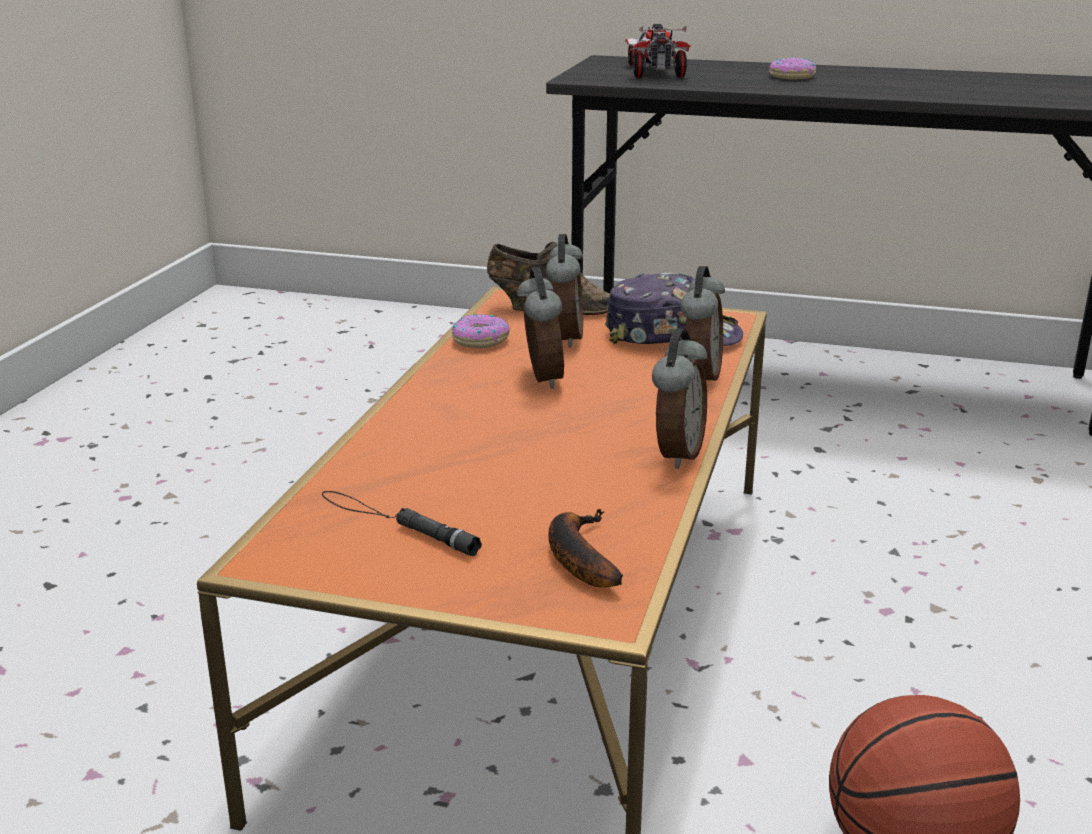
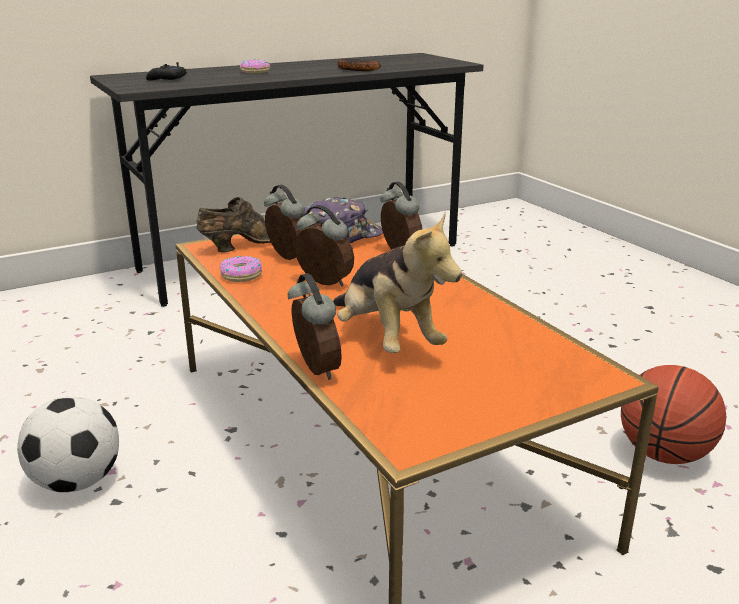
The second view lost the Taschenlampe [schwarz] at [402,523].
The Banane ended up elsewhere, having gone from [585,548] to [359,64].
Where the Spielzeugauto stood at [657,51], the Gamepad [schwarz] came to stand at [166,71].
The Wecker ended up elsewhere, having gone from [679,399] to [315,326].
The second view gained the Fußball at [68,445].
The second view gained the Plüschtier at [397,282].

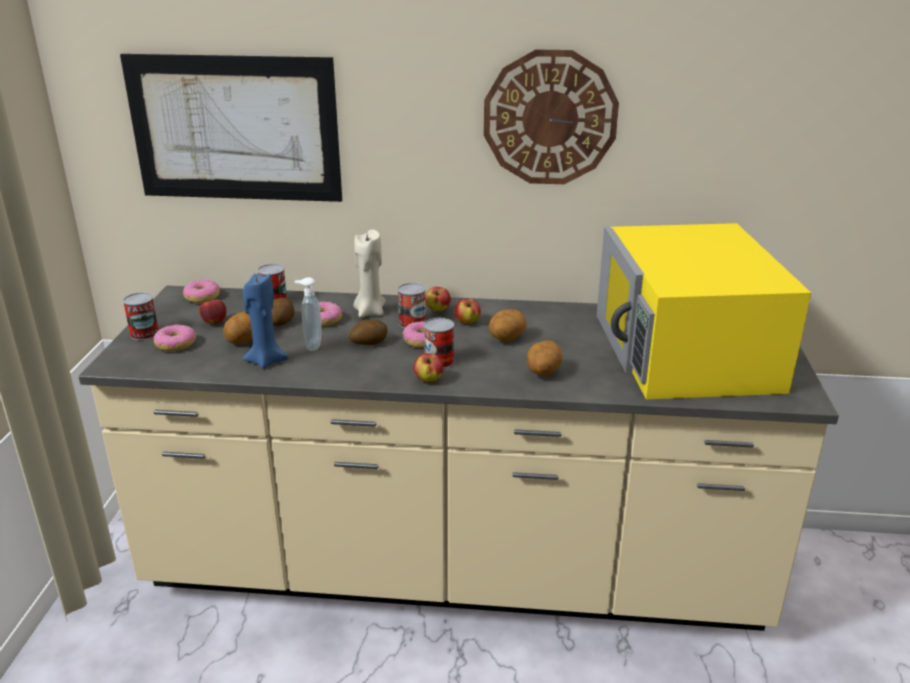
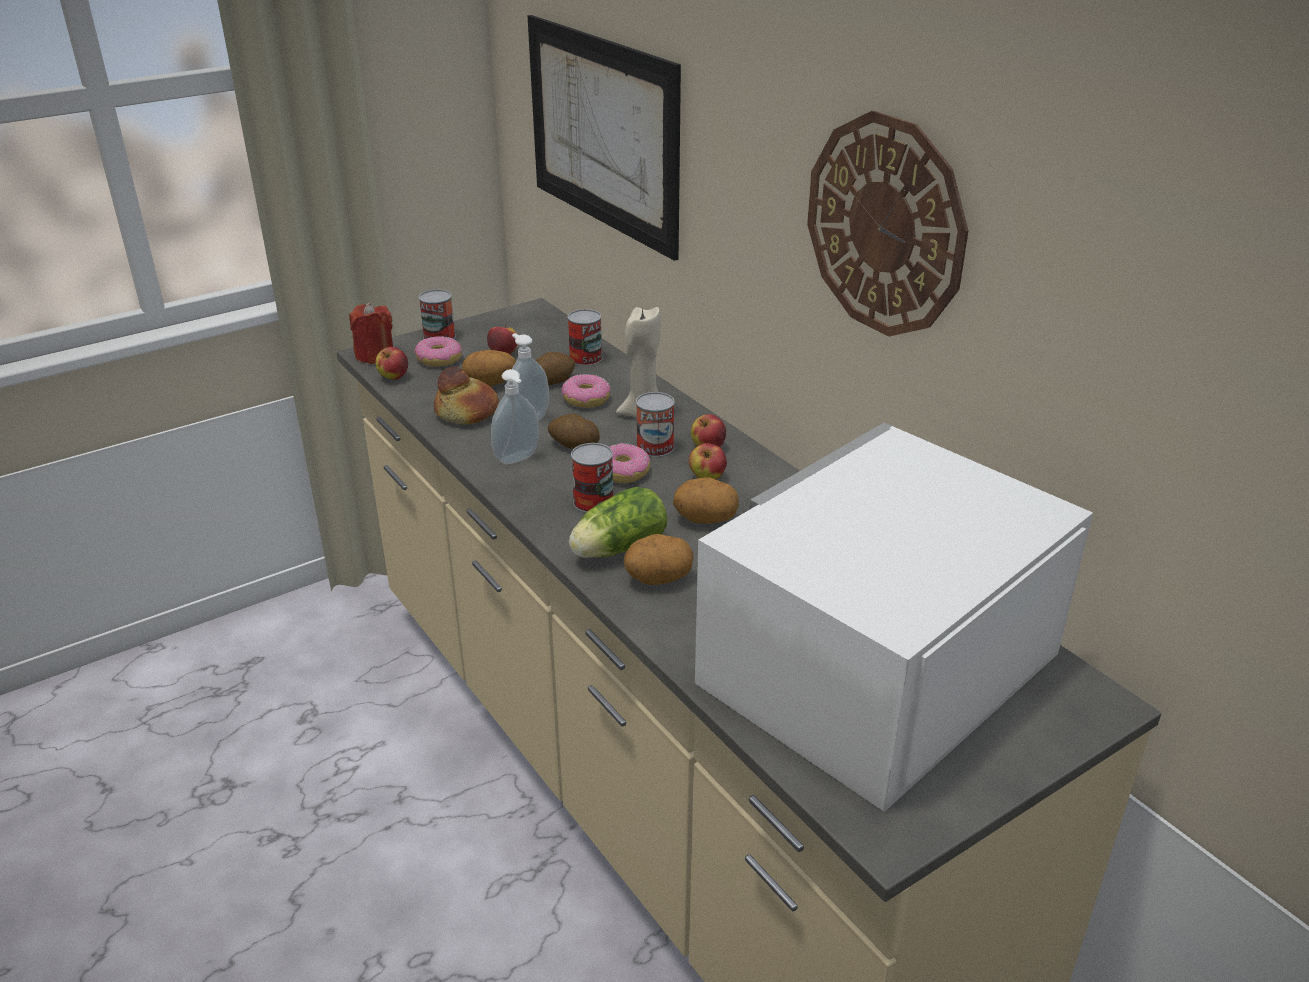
The second view lost the Donut at [201,291].
Where the Kerze [blau] stood at [266,321], the Brot came to stand at [466,396].
The Apfel ended up elsewhere, having gone from [428,367] to [392,363].
What was the Mikrowelle [gelb] at [703,311] turned into the Mikrowelle [weiß] at [894,617].
The second view gained the Kerze [rot] at [371,333].
The second view gained the Seifenspender at [515,416].
The second view gained the Salatkopf at [618,522].

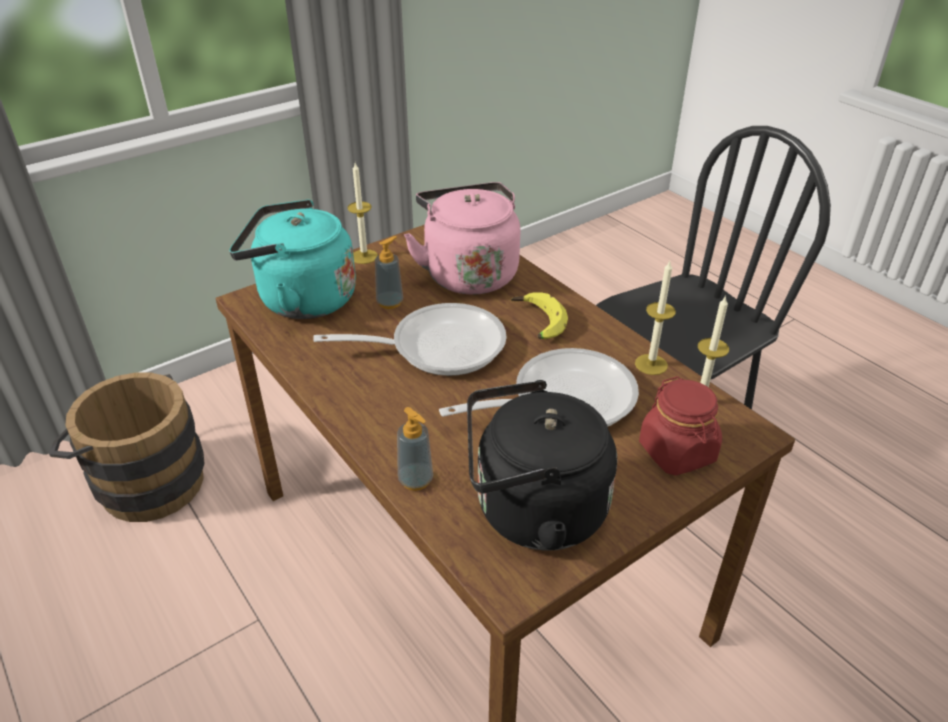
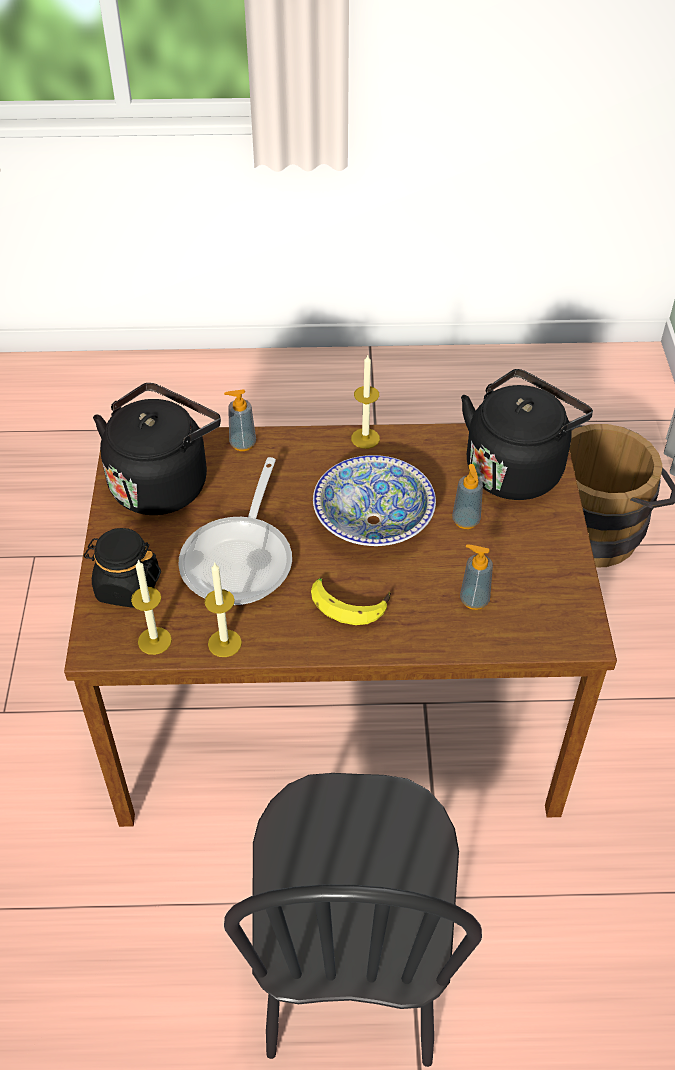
What was the Wasserkessel [türkis] at [292,259] turned into the Wasserkessel [schwarz] at [527,434].
Where the Pfanne stood at [410,339], the Schüssel came to stand at [374,500].
The Kerze ended up elsewhere, having gone from [362,213] to [365,401].
Where the Wasserkessel [rosa] stood at [462,238], the Seifenspender came to stand at [476,577].
What was the Vorratsglas [rot] at [680,425] turned into the Vorratsglas [schwarz] at [122,568].

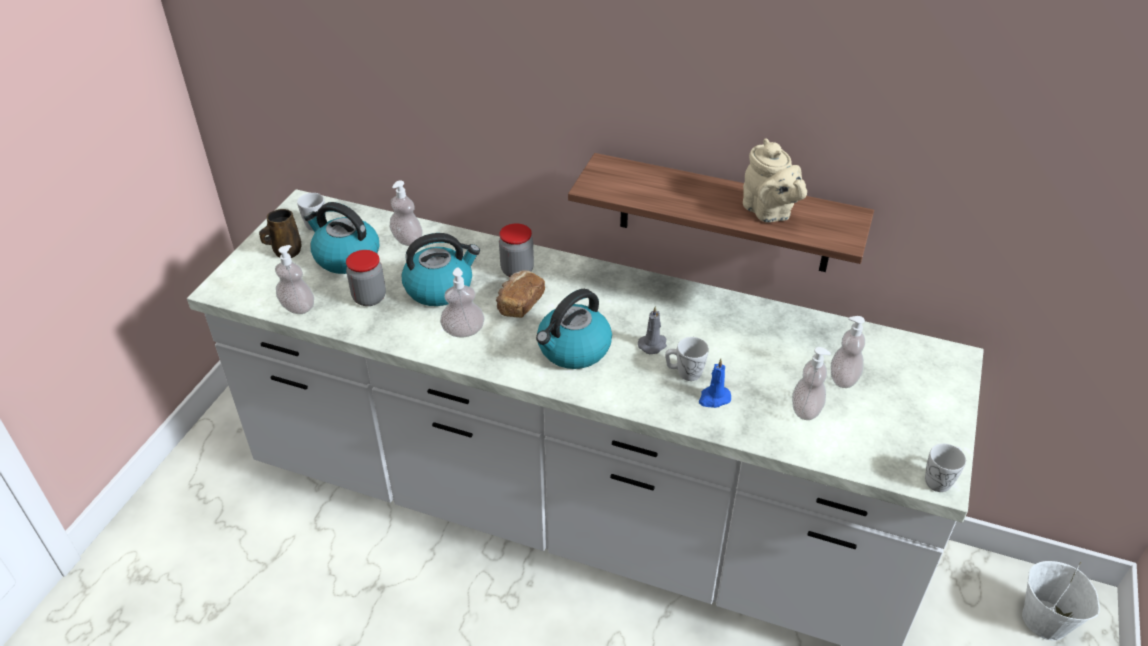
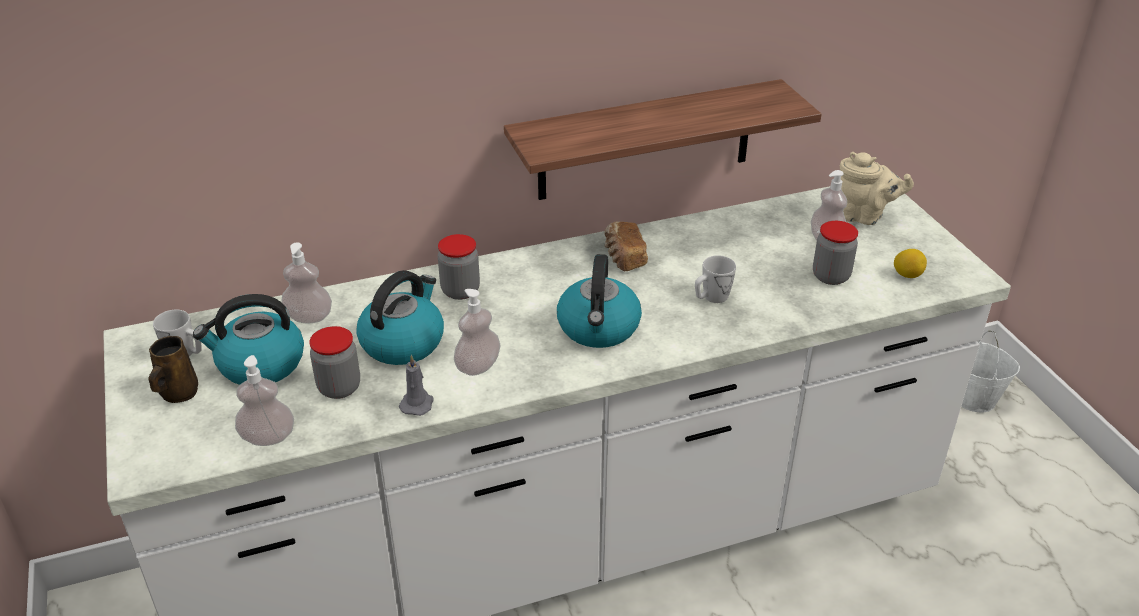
The Brot ended up elsewhere, having gone from [520,294] to [626,247].
The Kerze [grau] ended up elsewhere, having gone from [652,330] to [416,385].
The second view lost the Kerze [blau] at [715,383].
The Teekanne [beige] ended up elsewhere, having gone from [775,180] to [877,188].
Where the Seifenspender stood at [811,383], the Vorratsglas came to stand at [835,253].
The second view lost the Henkelbecher [weiß] at [945,467].
The second view gained the Zitrone at [910,263].

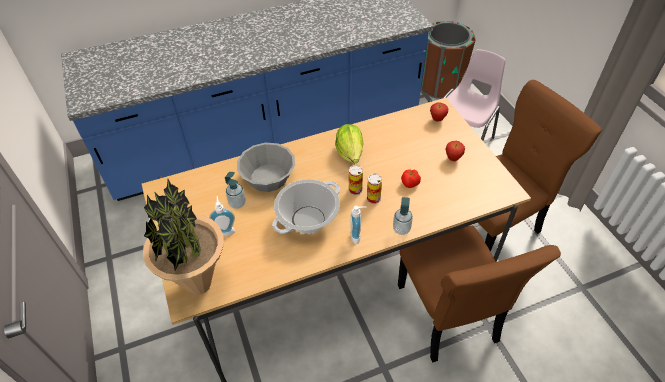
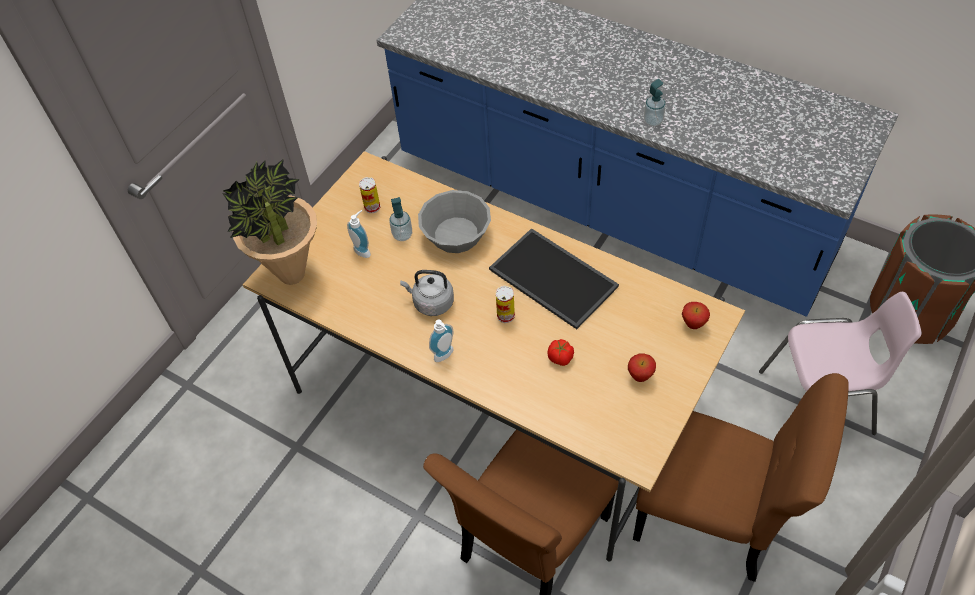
Where the Kochtopf stood at [306,206], the Wasserkessel [grau] came to stand at [427,293].
Where the Salatkopf stood at [349,143], the Tablett came to stand at [554,278].
The Dose ended up elsewhere, having gone from [374,189] to [369,195].
The Seifenspender ended up elsewhere, having gone from [403,216] to [655,102].

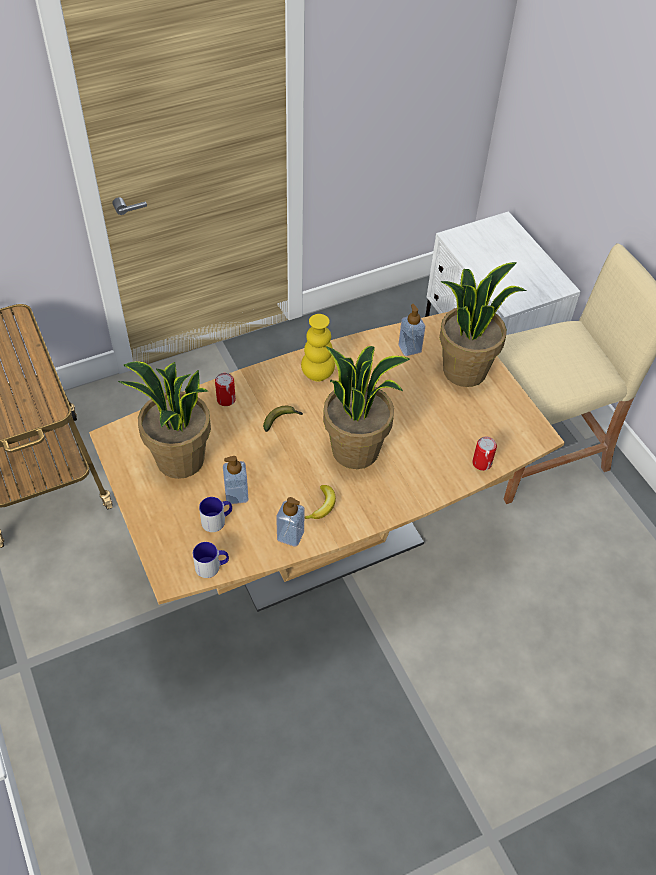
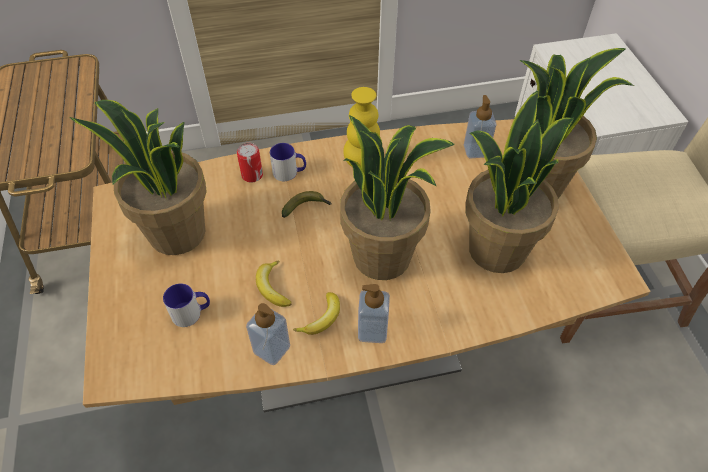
The Henkelbecher ended up elsewhere, having gone from [211,560] to [288,162].
The Seifenspender ended up elsewhere, having gone from [236,480] to [374,313].
The second view lost the Dose at [484,454].
The second view gained the Banane at [274,284].
The second view gained the Topfpflanze at [519,182].

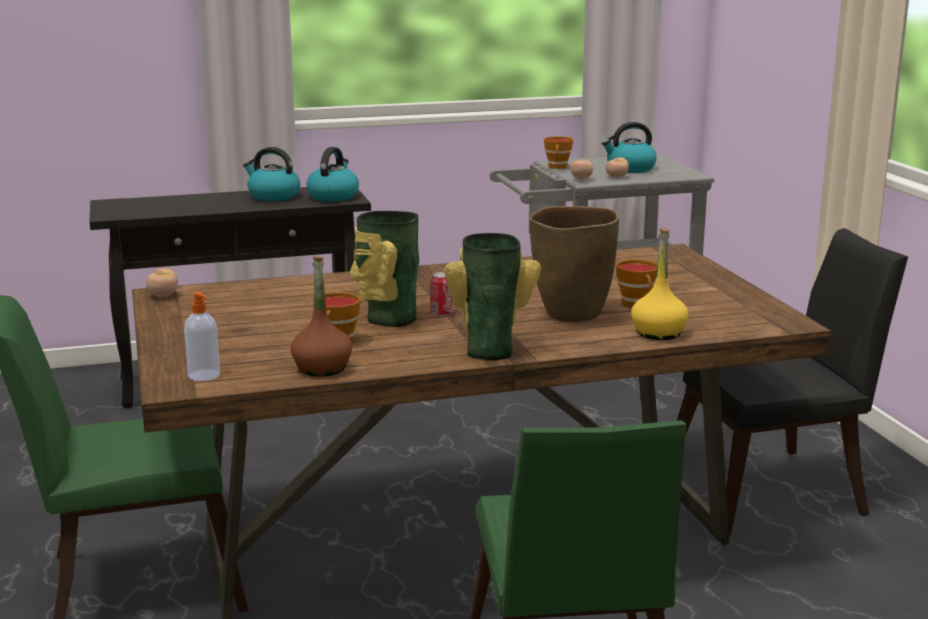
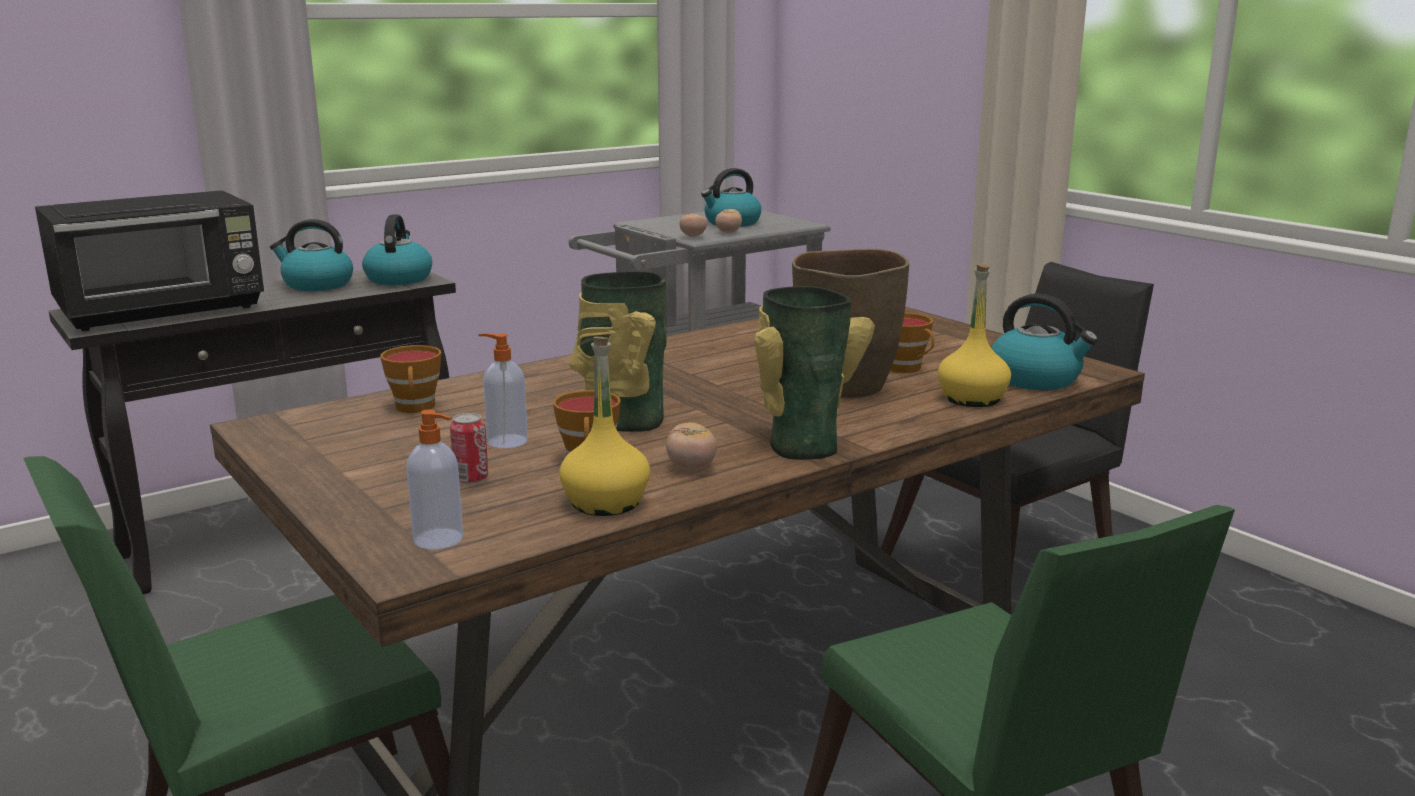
The Tomate ended up elsewhere, having gone from [162,282] to [691,446].
What was the Flasche [braun] at [321,316] turned into the Flasche [gelb] at [605,426].
The Dose ended up elsewhere, having gone from [441,294] to [469,448].
The Tasse ended up elsewhere, having gone from [558,152] to [410,379].
The second view gained the Mikrowelle [schwarz] at [149,260].
The second view gained the Seifenspender at [503,390].
The second view gained the Wasserkessel at [1044,342].

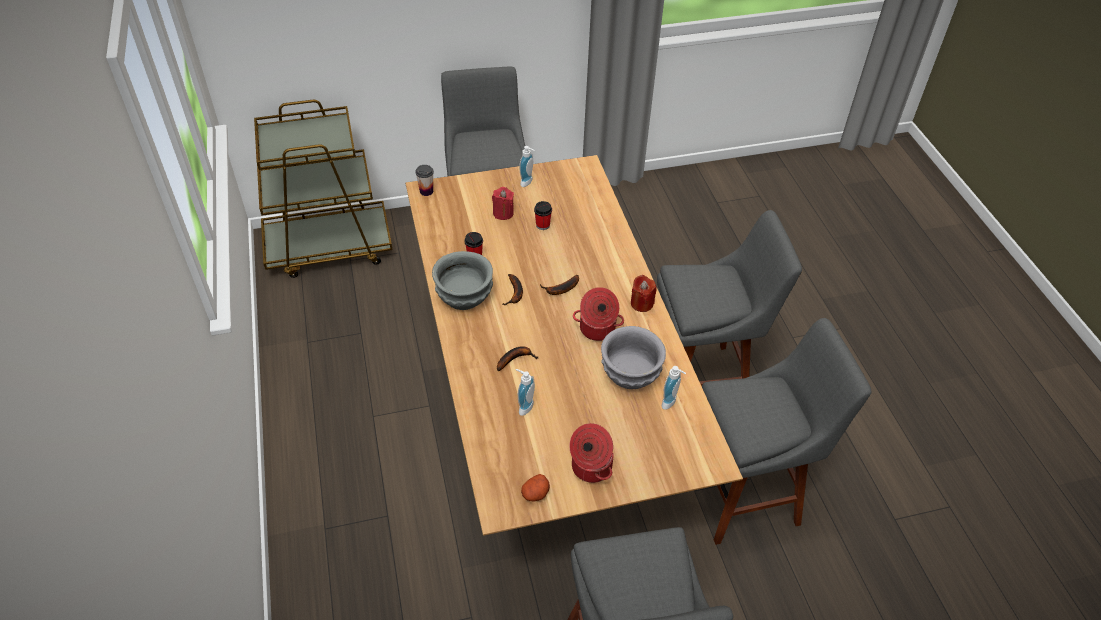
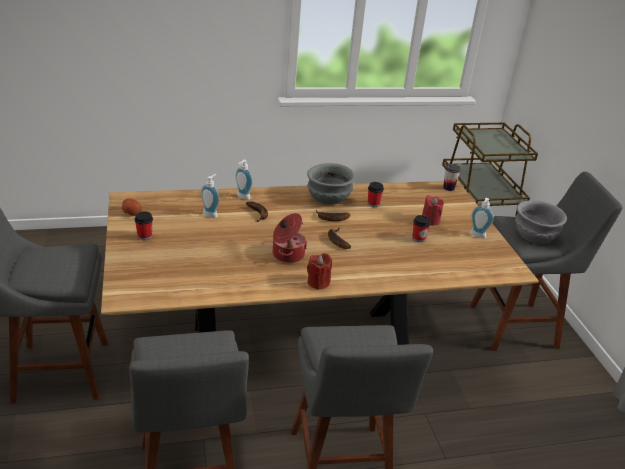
Where the Kochtopf stood at [592,453], the Tasse came to stand at [144,225].
The Schüssel [grau] ended up elsewhere, having gone from [633,357] to [541,222].
The Seifenspender ended up elsewhere, having gone from [674,388] to [244,180].

